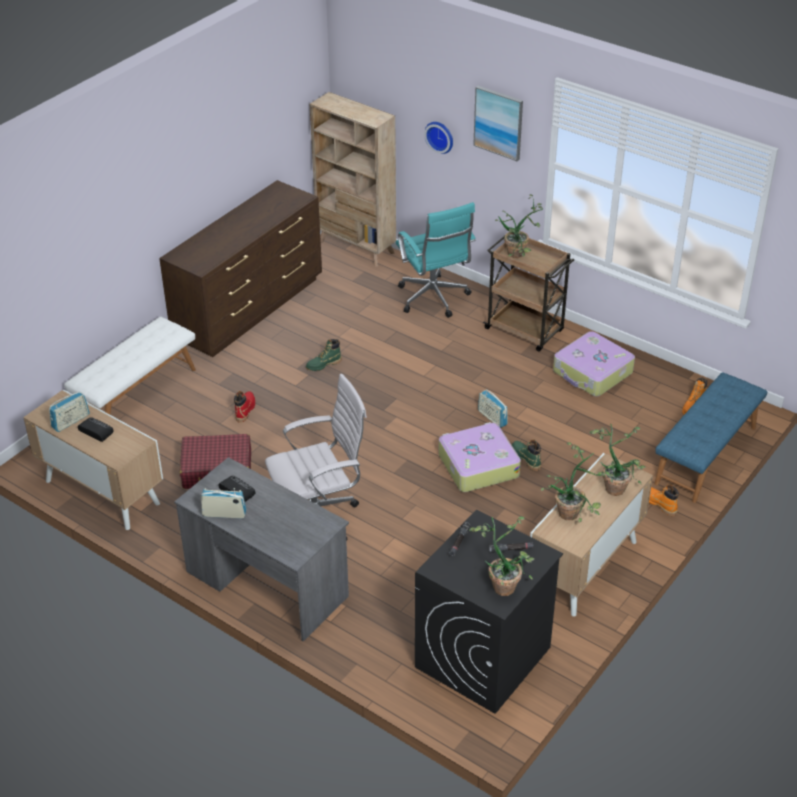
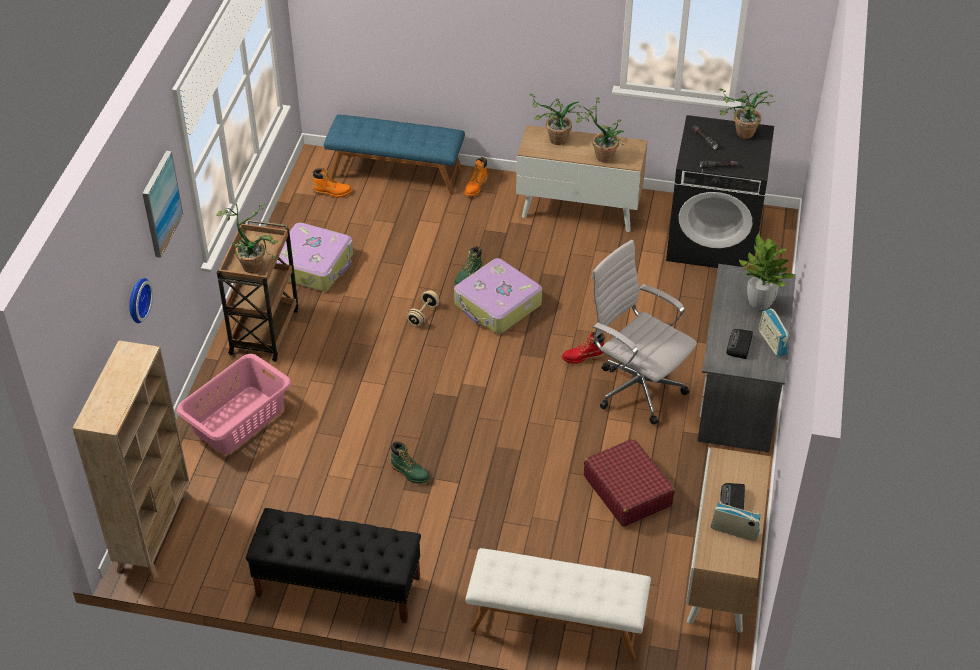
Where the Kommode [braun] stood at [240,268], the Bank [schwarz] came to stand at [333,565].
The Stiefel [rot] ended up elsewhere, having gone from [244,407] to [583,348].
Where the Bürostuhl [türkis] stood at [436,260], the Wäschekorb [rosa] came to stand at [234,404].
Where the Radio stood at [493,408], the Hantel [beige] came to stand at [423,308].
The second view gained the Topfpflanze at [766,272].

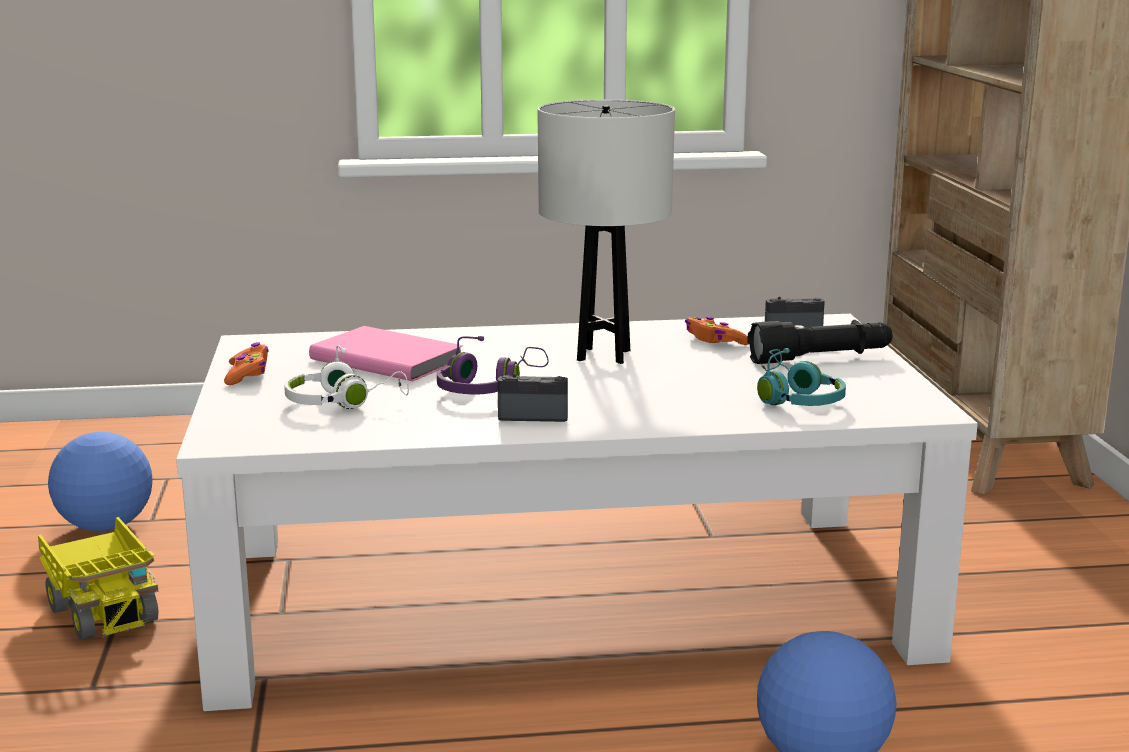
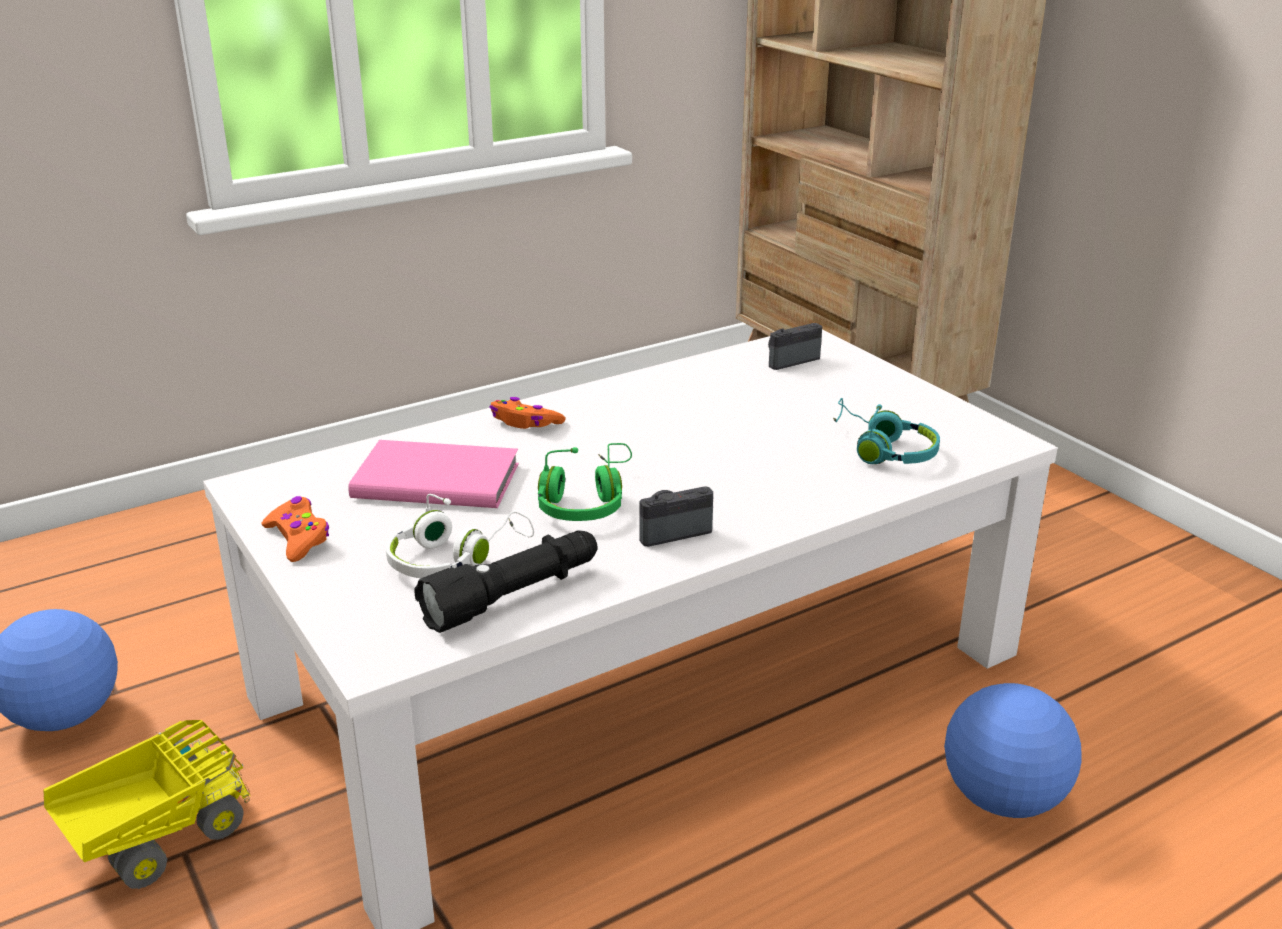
The Spielzeuglaster at [98,578] ended up facing another way, 75 degrees counterclockwise from before.
What was the Kopfhörer [lila] at [493,365] turned into the Kopfhörer [grün] at [585,482].
The second view lost the Tischlampe [weiß] at [606,231].
The Gamepad [orange] ended up elsewhere, having gone from [716,330] to [527,413].
The Taschenlampe [schwarz] ended up elsewhere, having gone from [820,342] to [506,581].

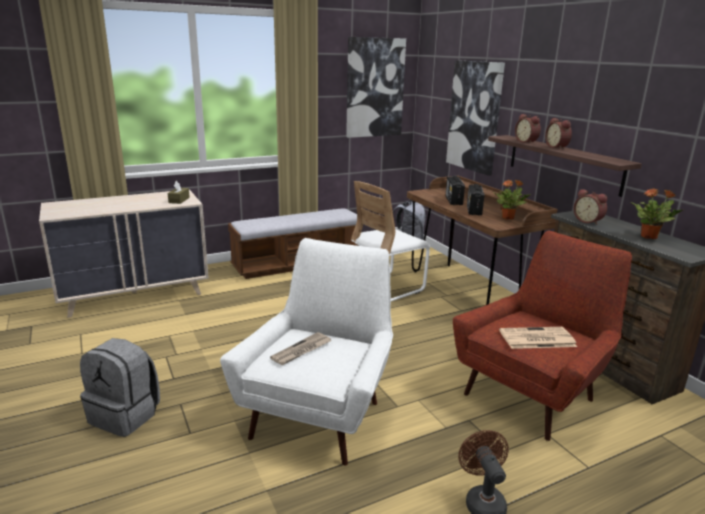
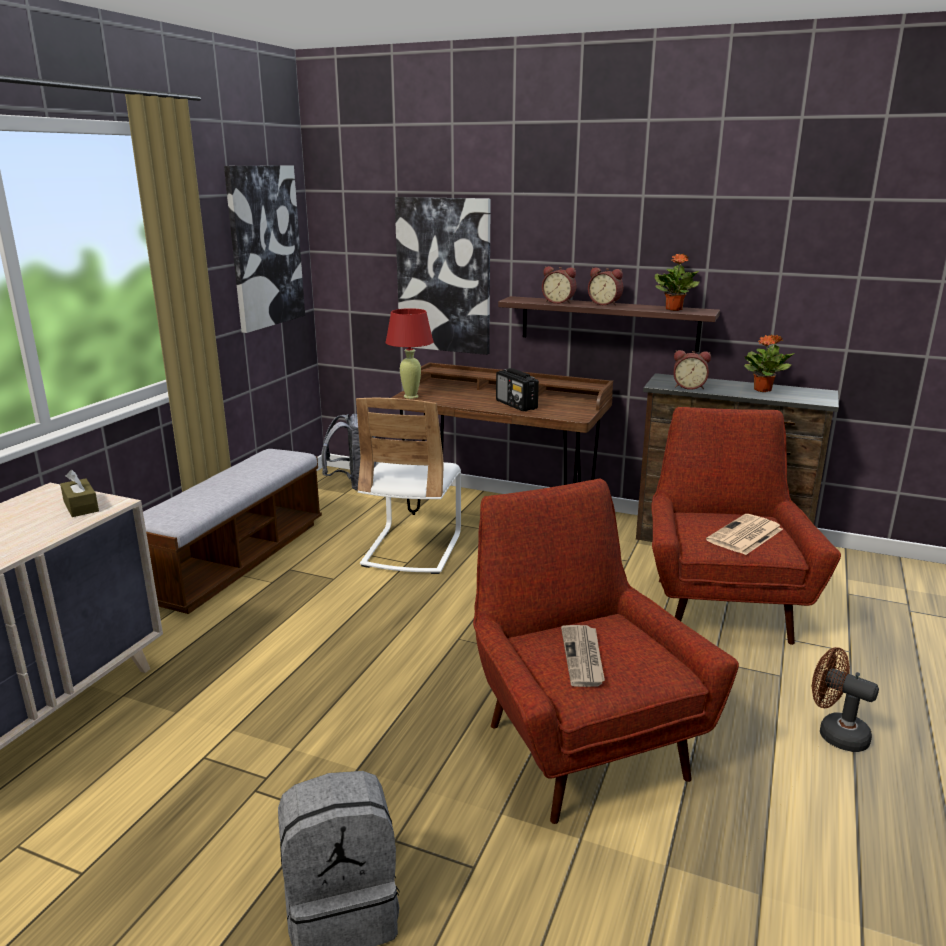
What was the Sessel [weiß] at [306,351] turned into the Sessel [rot] at [606,651].
The second view lost the Radio at [455,190].
The Topfpflanze ended up elsewhere, having gone from [512,199] to [677,282].
The second view gained the Tischlampe [rot] at [409,353].

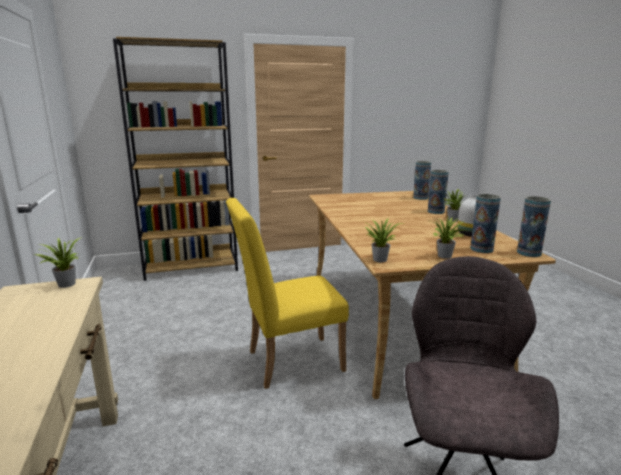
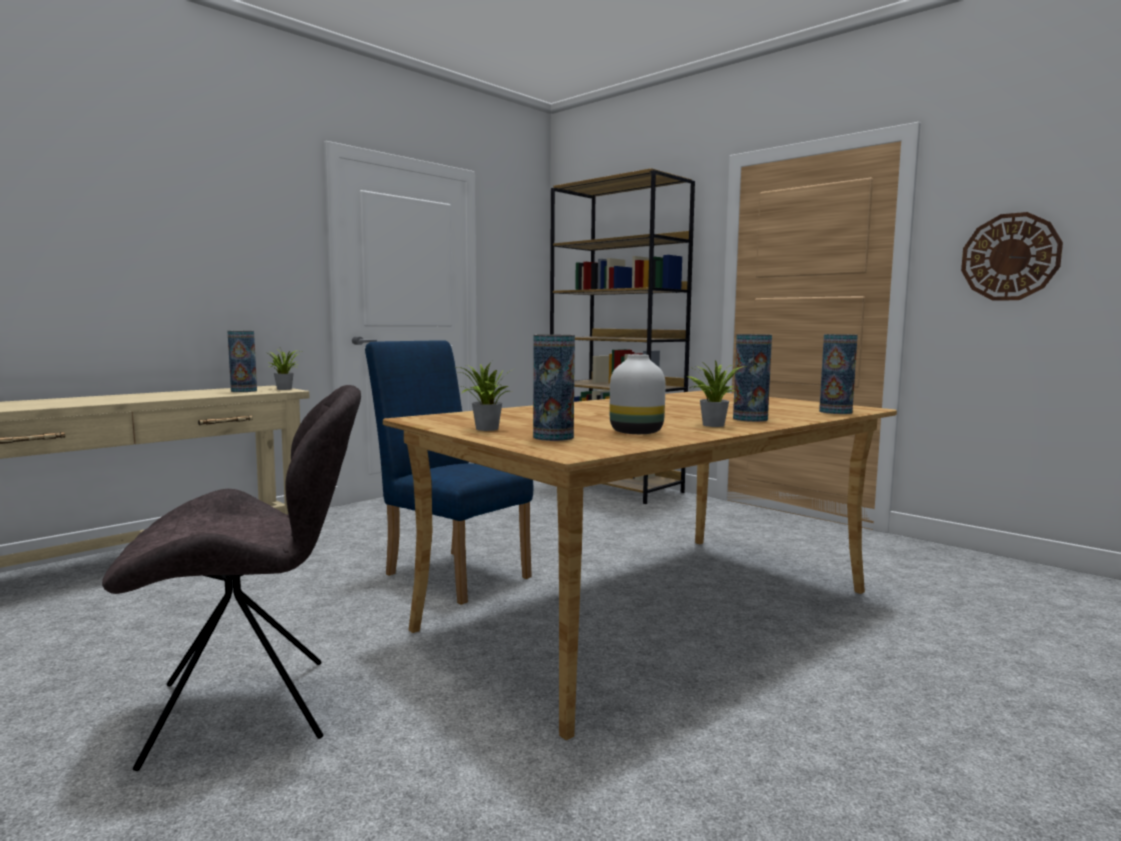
What was the Stuhl [gelb] at [287,293] turned into the Stuhl [blau] at [449,472].
The second view lost the Topfpflanze at [383,240].
The Vase ended up elsewhere, having gone from [534,226] to [242,361].
The second view gained the Wanduhr at [1012,256].

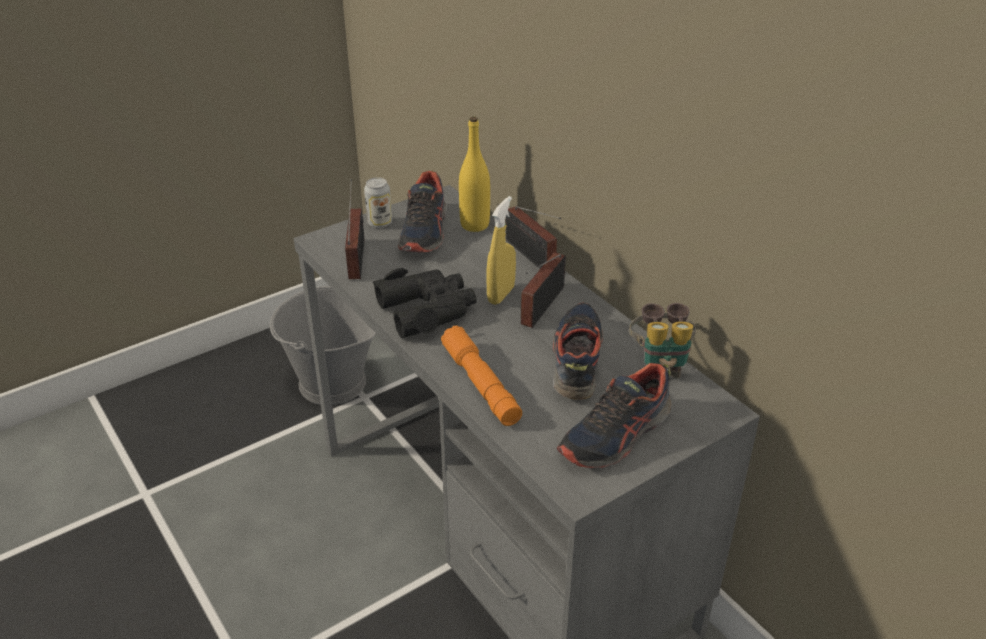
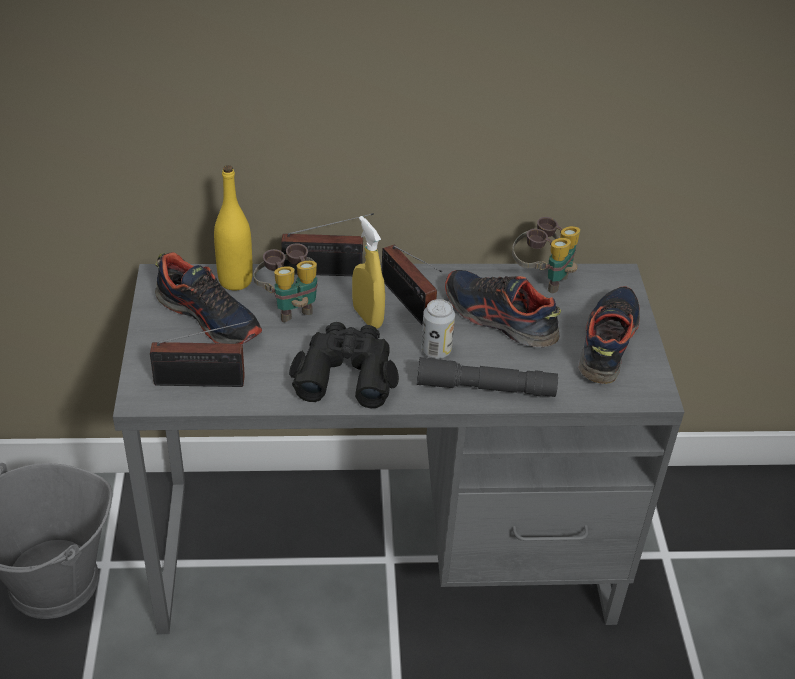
The Radio at [354,229] ended up facing another way, 150 degrees clockwise from before.
The Dose ended up elsewhere, having gone from [378,202] to [438,329].
What was the Taschenlampe [orange] at [481,376] turned into the Taschenlampe [grau] at [487,377].
The Schuh at [614,415] ended up facing another way, 150 degrees counterclockwise from before.
The second view gained the Fernglas at [285,282].

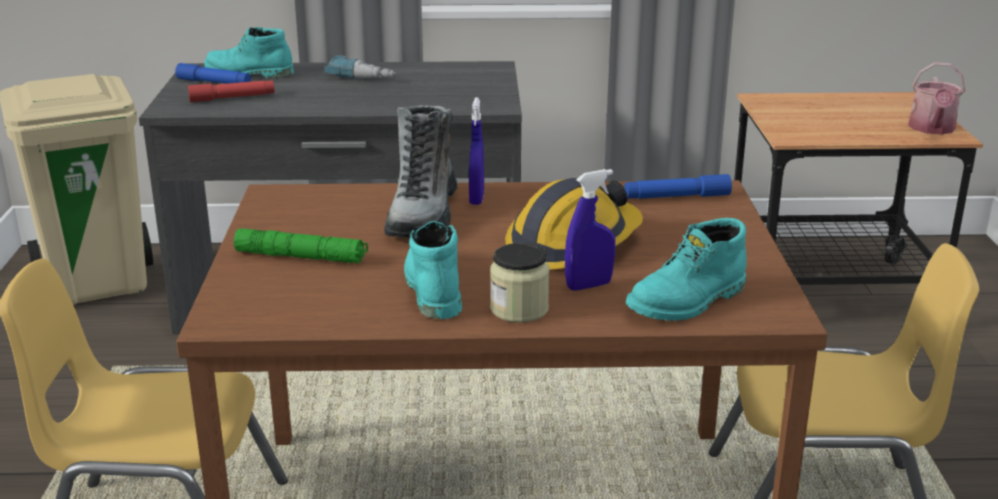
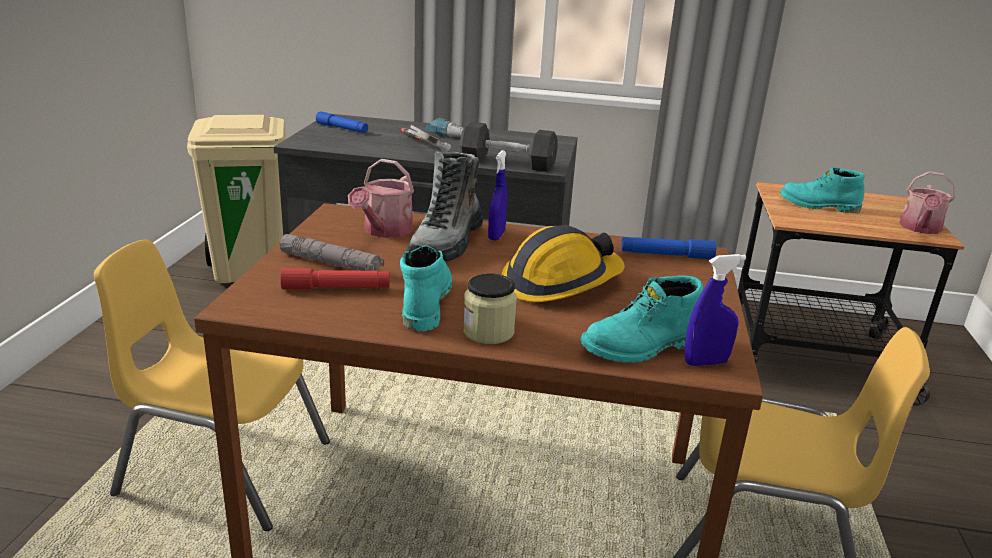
The Taschenlampe [rot] ended up elsewhere, having gone from [231,91] to [335,278].
The Stiefel [türkis] ended up elsewhere, having gone from [249,52] to [822,190].
What was the Taschenlampe [grün] at [301,246] turned into the Taschenlampe [grau] at [332,252].
The Sprühflasche [blau] ended up elsewhere, having gone from [590,230] to [715,310].
The second view gained the Gießkanne at [381,198].
The second view gained the Hammer at [425,138].
The second view gained the Hantel [grau] at [508,147].

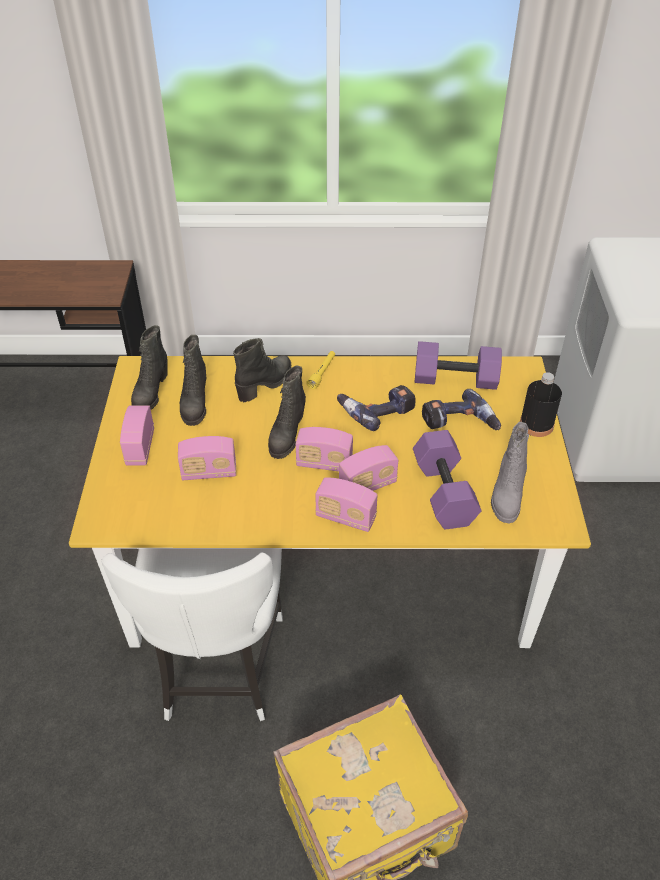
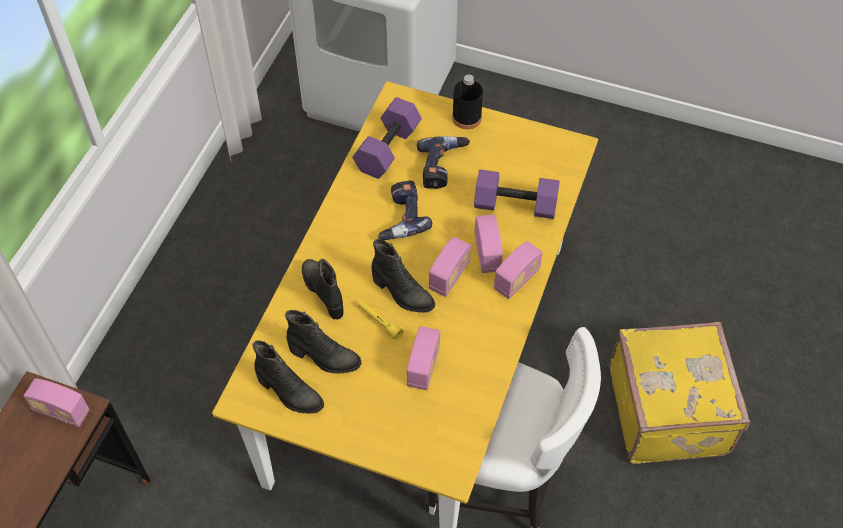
The Radio ended up elsewhere, having gone from [137,435] to [56,402].
The Taschenlampe [gelb] ended up elsewhere, having gone from [320,370] to [380,320].
The second view lost the Stiefel [grau] at [510,472].

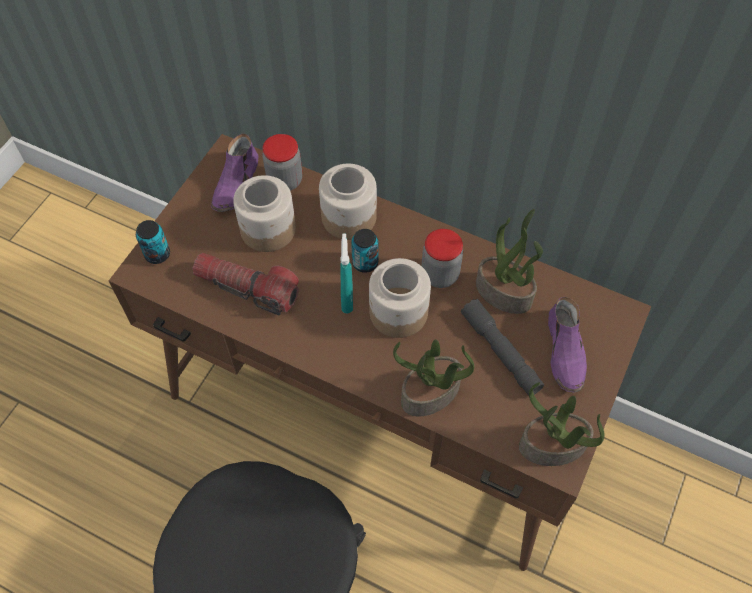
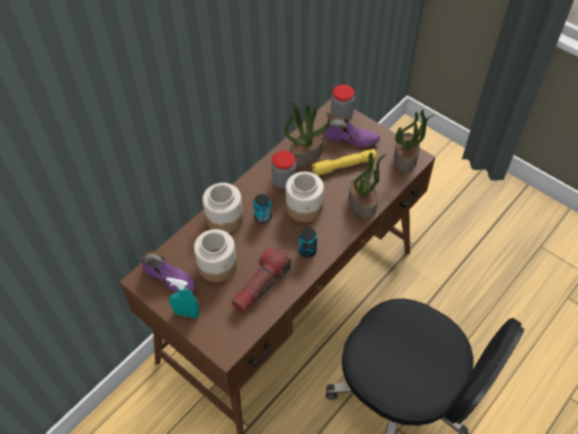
The Dose ended up elsewhere, having gone from [153,242] to [308,242].
The Vorratsglas ended up elsewhere, having gone from [282,162] to [343,102].
The Sprühflasche [türkis] ended up elsewhere, having gone from [347,273] to [182,297].
What was the Taschenlampe [grau] at [502,347] turned into the Taschenlampe [gelb] at [344,162].

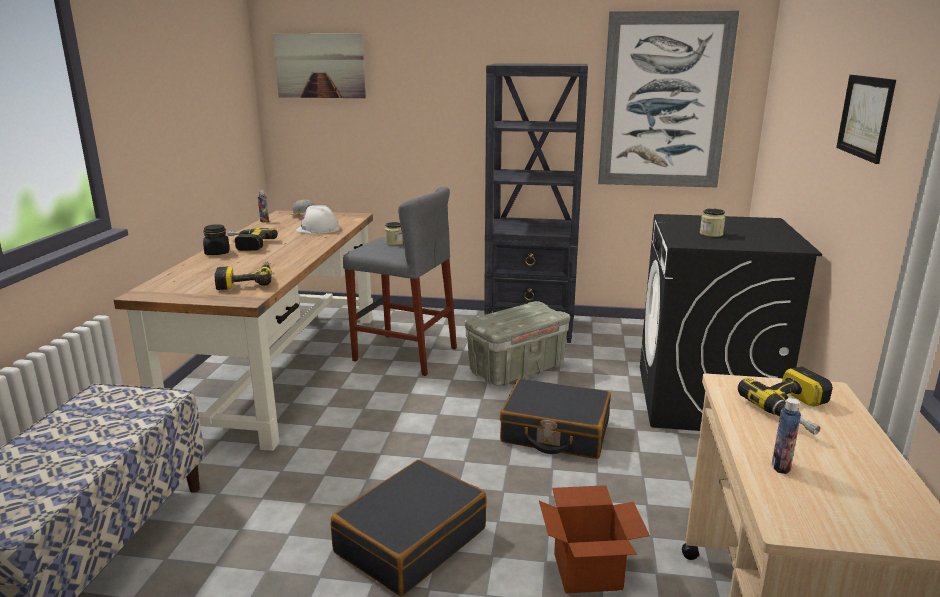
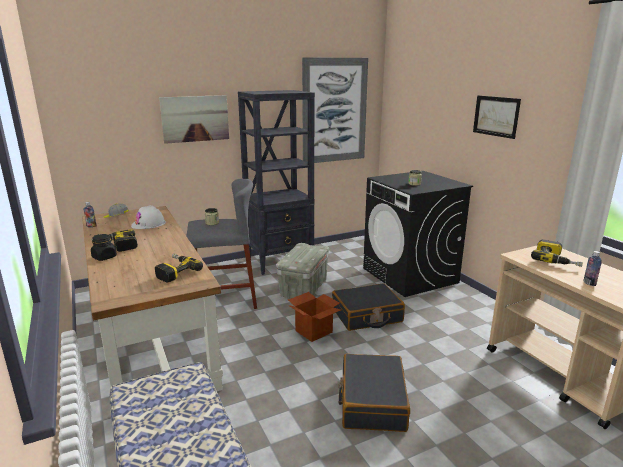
The Bild ended up elsewhere, having gone from [319,65] to [194,119].
The Karton ended up elsewhere, having gone from [594,539] to [314,317].

